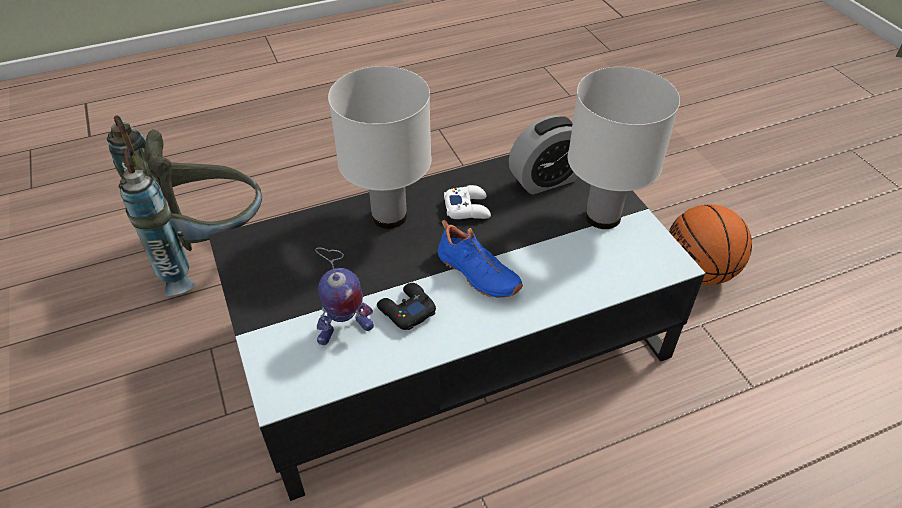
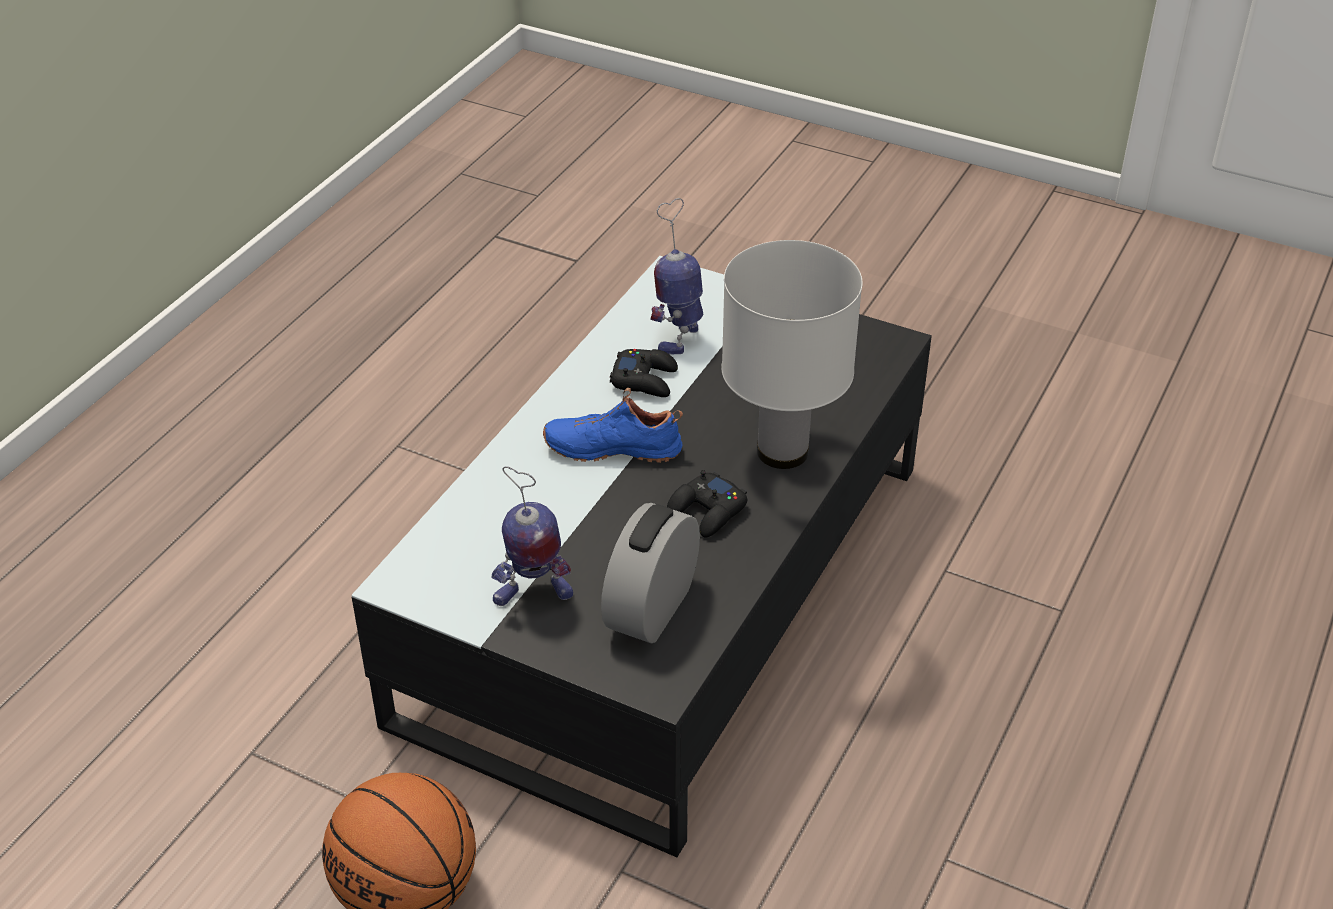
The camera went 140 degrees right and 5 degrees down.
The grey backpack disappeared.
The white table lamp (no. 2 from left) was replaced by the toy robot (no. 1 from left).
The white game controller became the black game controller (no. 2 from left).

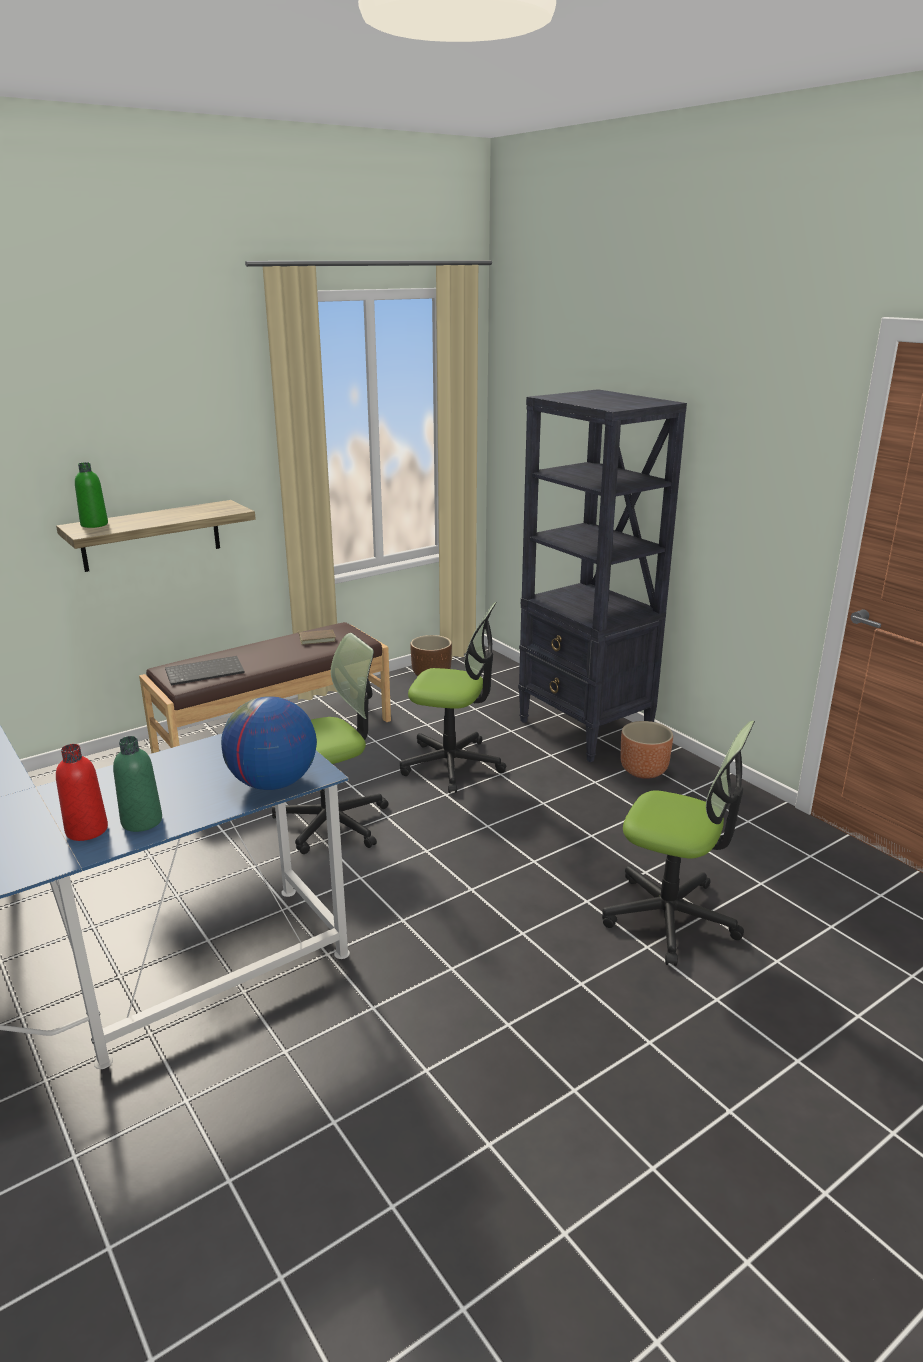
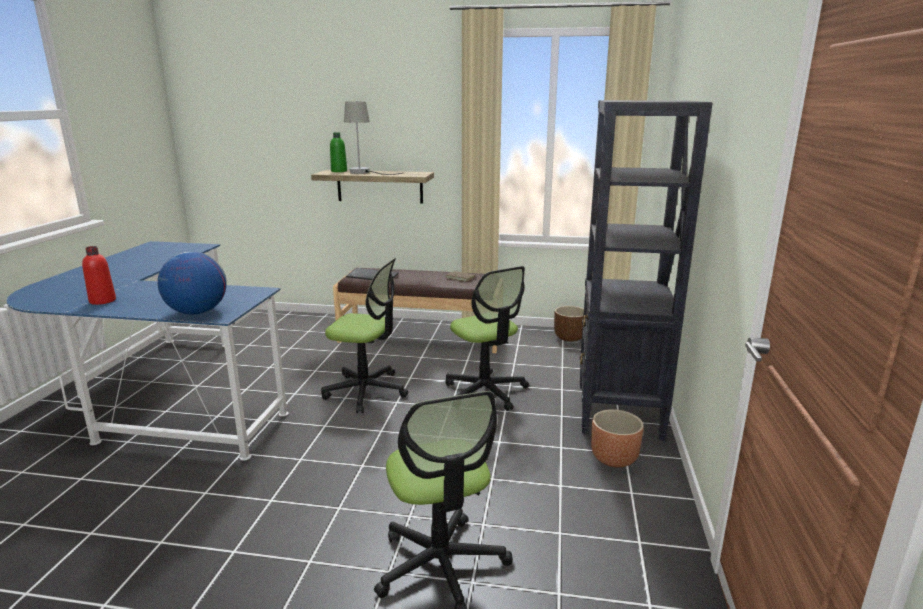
The camera went 45 degrees right and 5 degrees down.
The green bottle (no. 2 from left) disappeared.
The grey table lamp appeared.

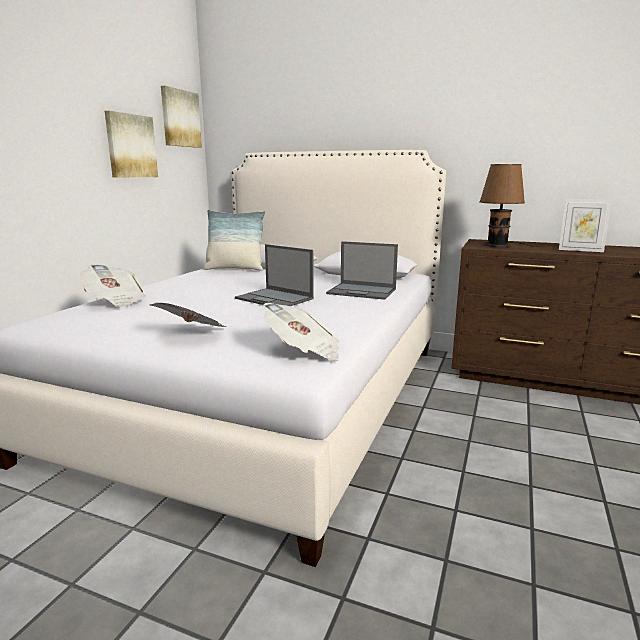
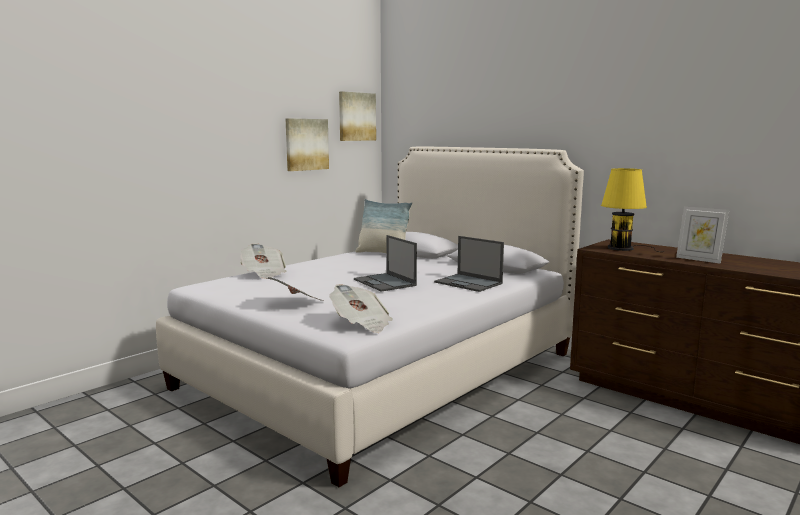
The camera went 20 degrees right and 5 degrees down.
The brown table lamp became the yellow table lamp.

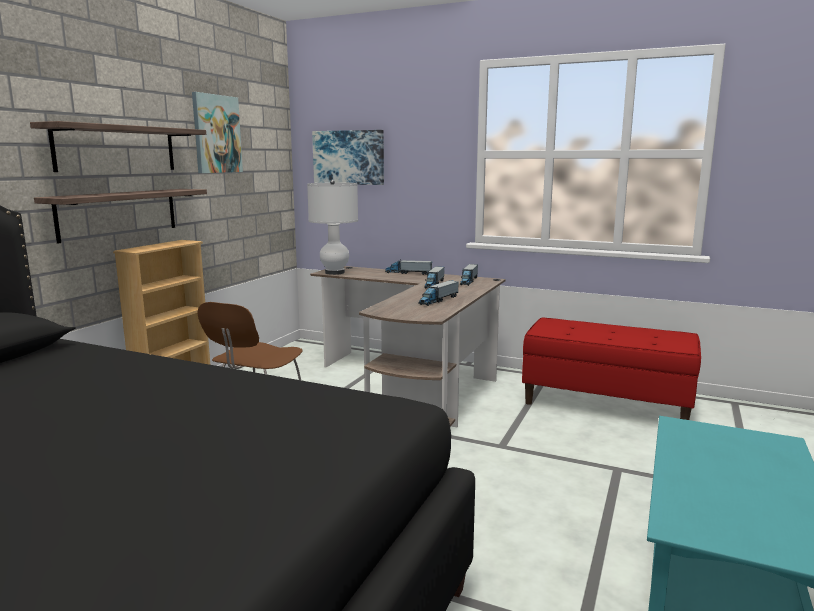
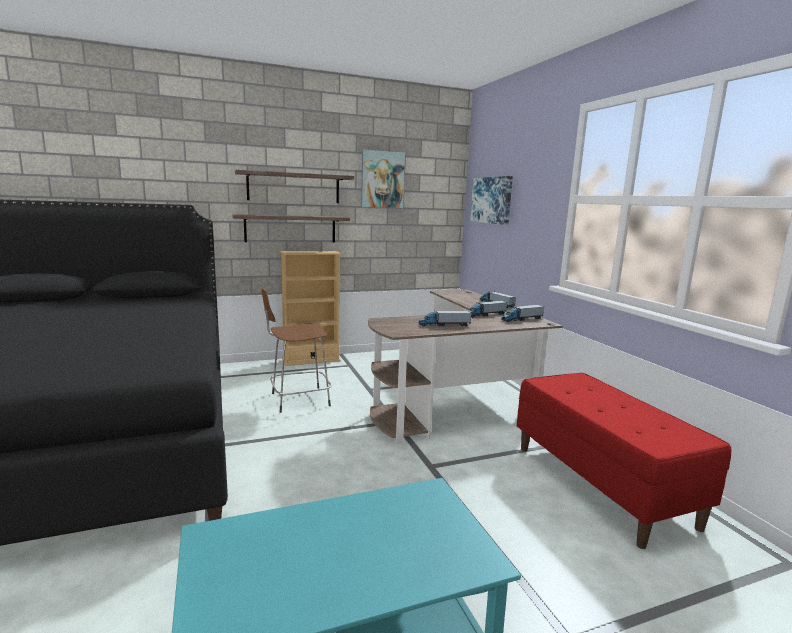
The camera went 45 degrees right and 0 degrees up.
The white table lamp disappeared.

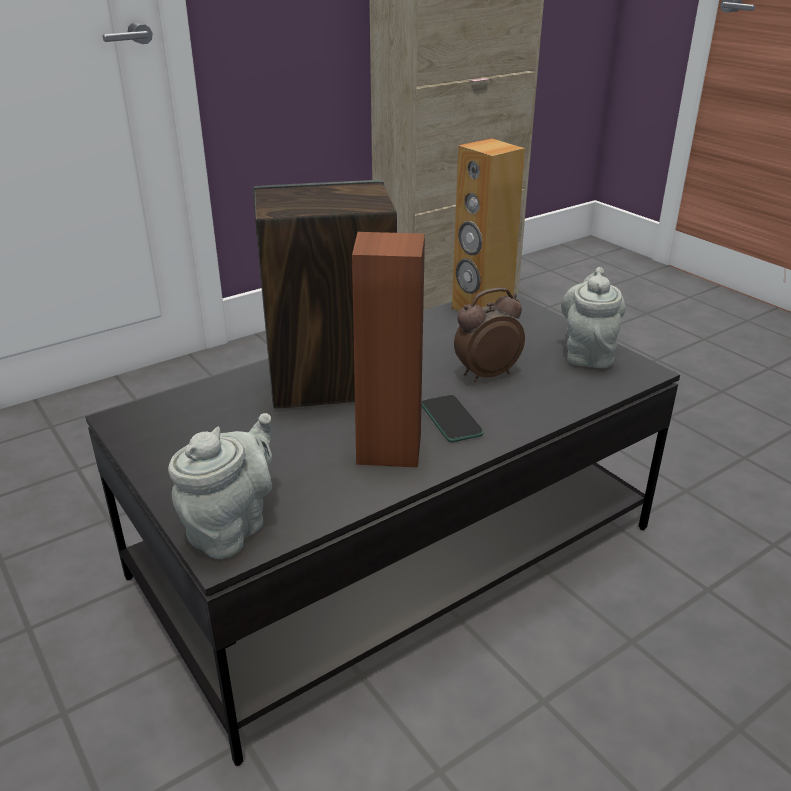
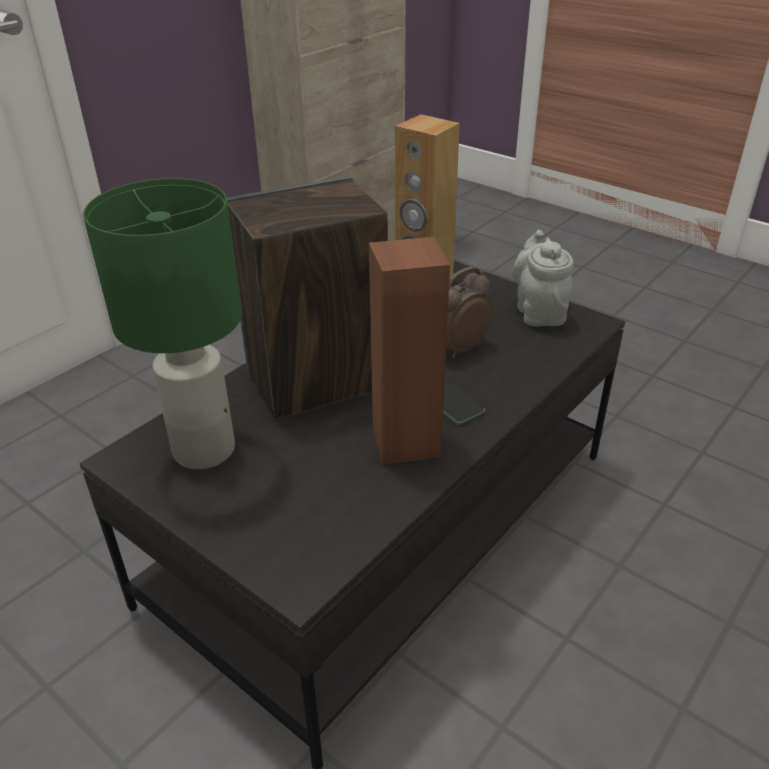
The camera went 15 degrees left and 5 degrees up.
The grey teapot (no. 1 from left) disappeared.
The green table lamp appeared.

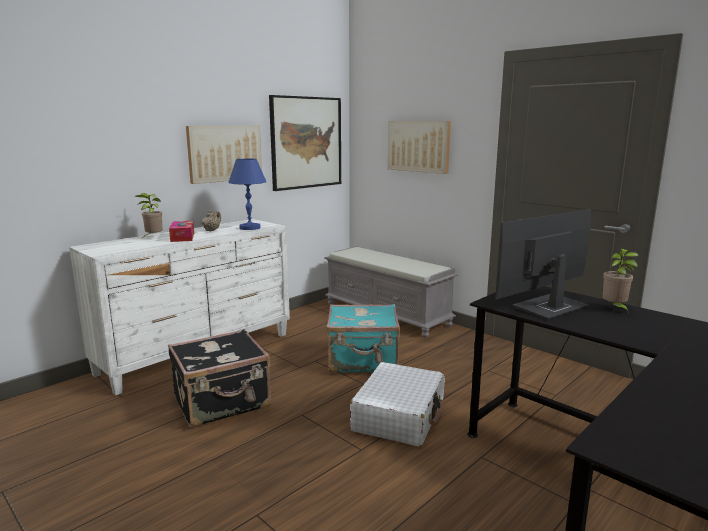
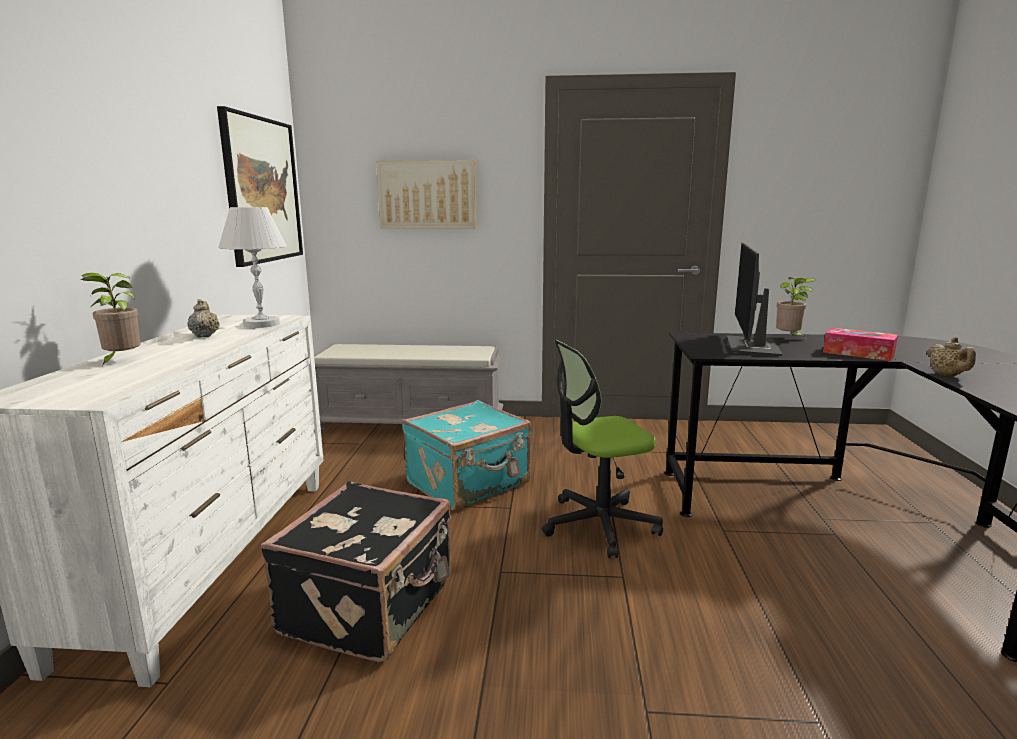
The camera went 40 degrees left and 0 degrees up.
The picture (no. 1 from left) disappeared.
The beige teapot (no. 2 from left) appeared.
The tissue box moved.
The white suitcase was replaced by the office chair.
The blue table lamp became the white table lamp.

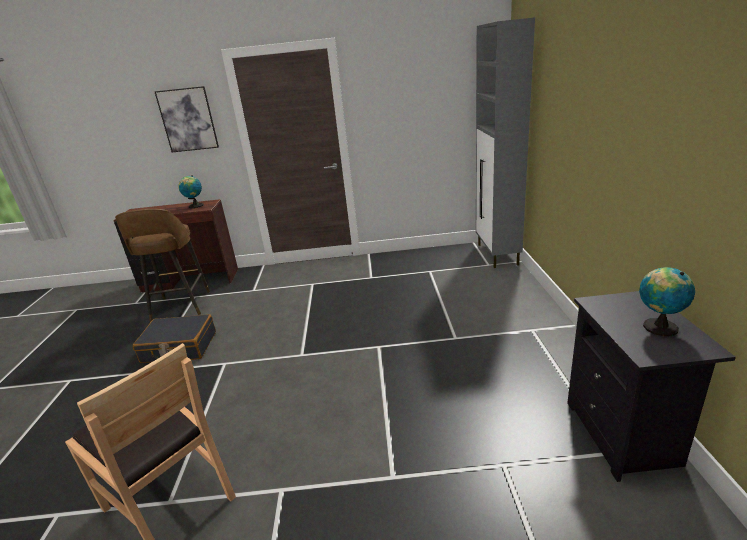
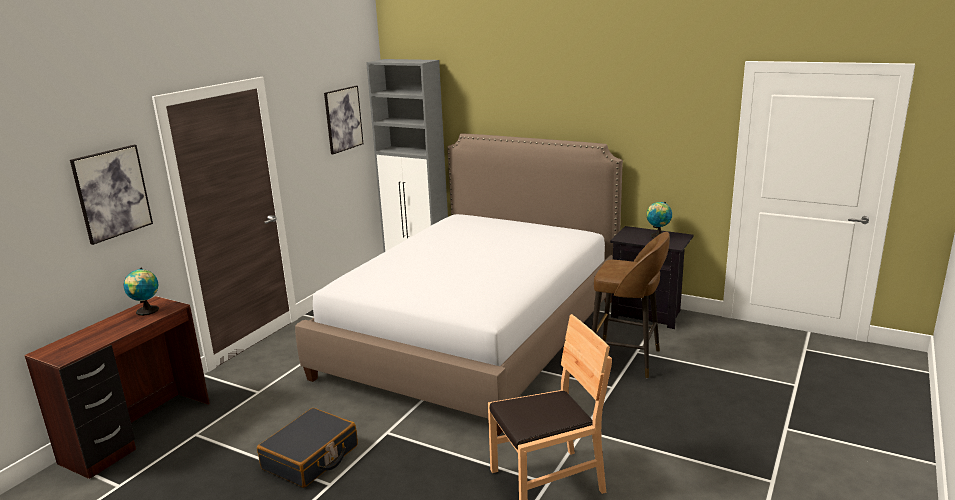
The camera went 60 degrees left and 5 degrees down.
The bed appeared.
The picture (no. 2 from left) appeared.
The brown stool moved.

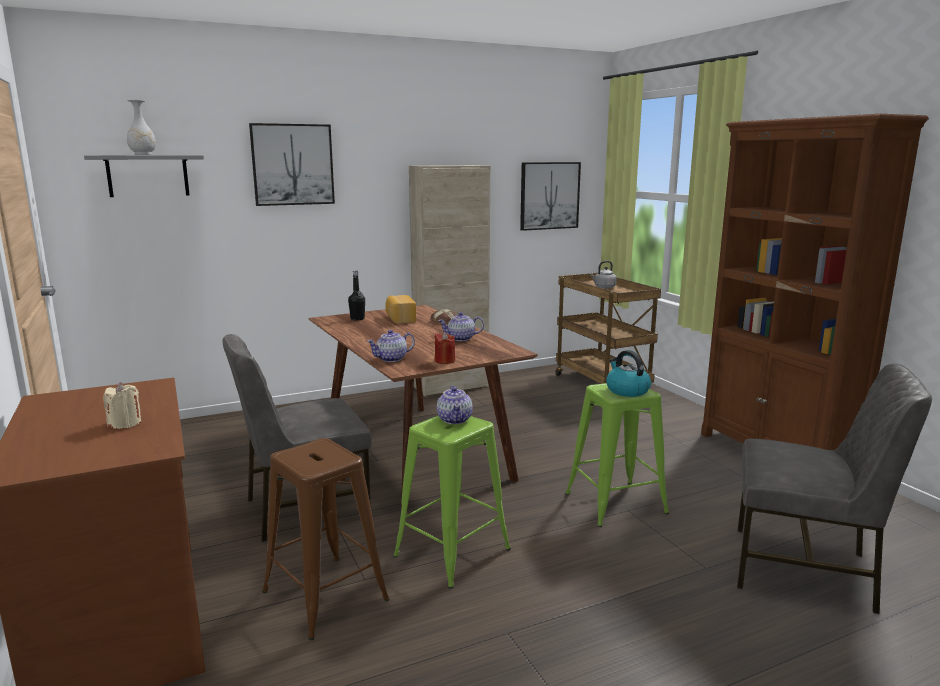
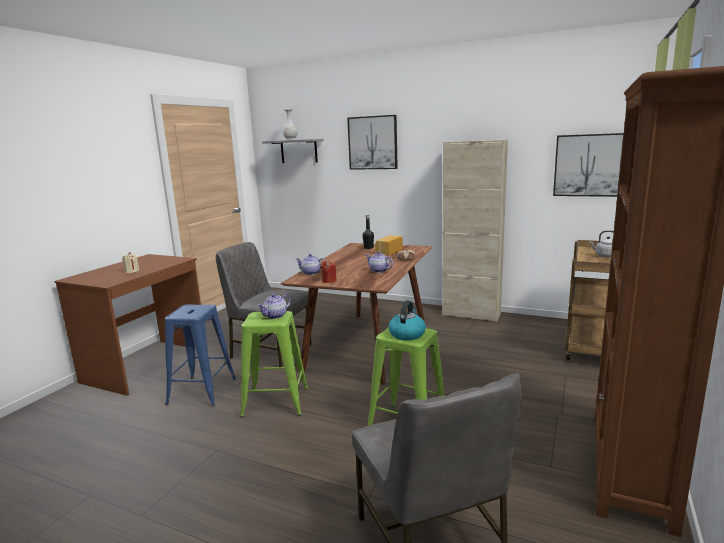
The camera went 50 degrees right and 0 degrees up.
The brown stool became the blue stool.

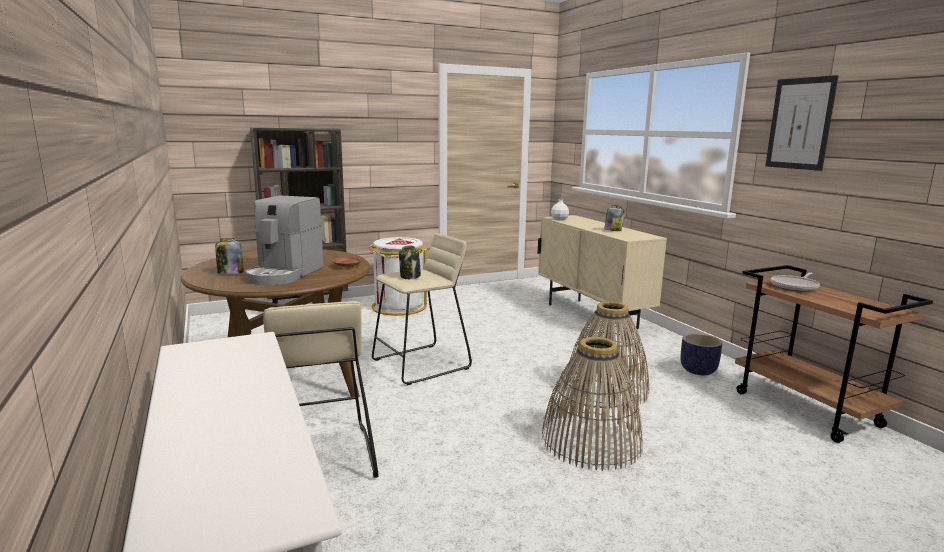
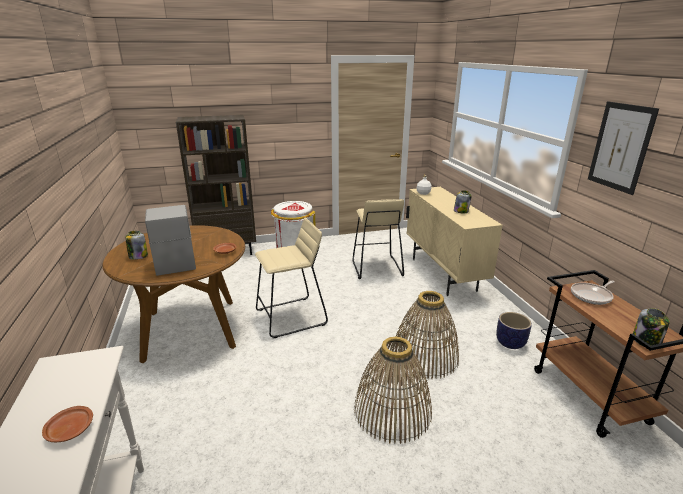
The camera went 10 degrees right and 10 degrees up.
The brown plate (no. 1 from left) appeared.
The beige stool (no. 1 from left in the first image) moved.
The jar (no. 2 from left in the first image) moved.
The coffee machine turned 135 degrees clockwise.

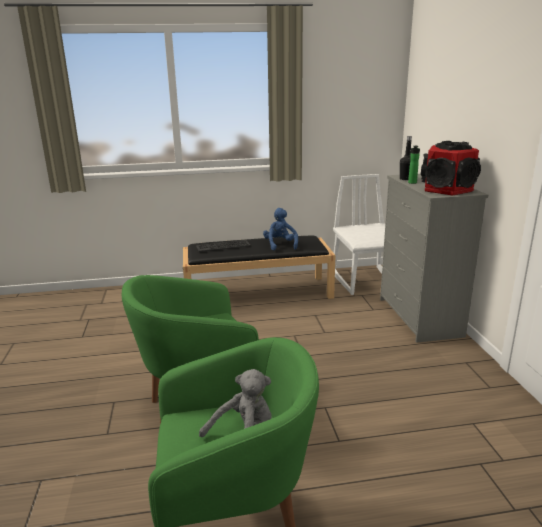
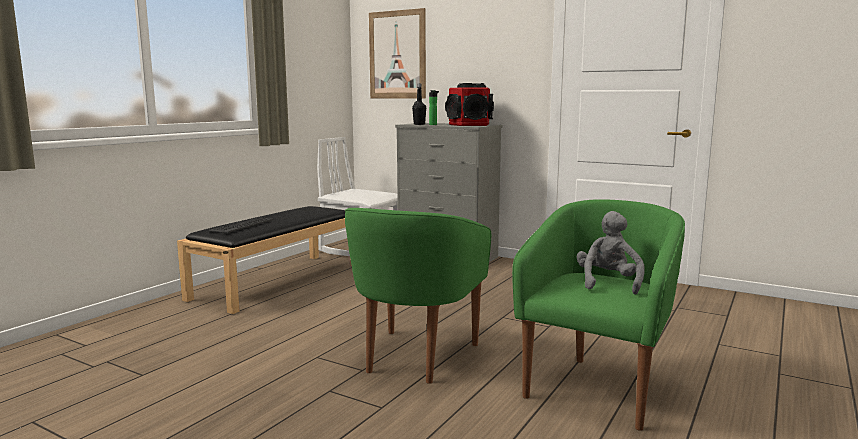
The camera went 50 degrees left and 10 degrees down.
The blue plush toy disappeared.
The picture appeared.

